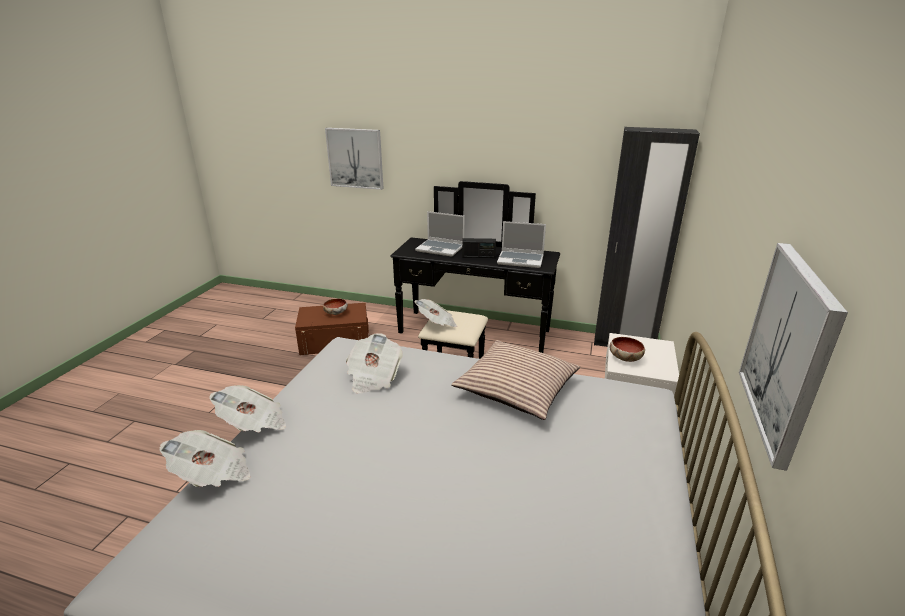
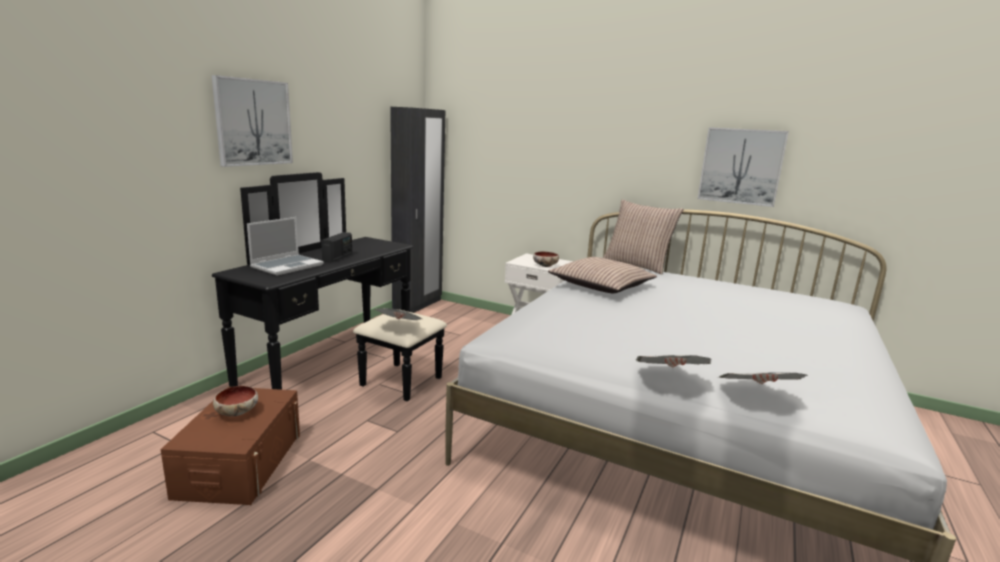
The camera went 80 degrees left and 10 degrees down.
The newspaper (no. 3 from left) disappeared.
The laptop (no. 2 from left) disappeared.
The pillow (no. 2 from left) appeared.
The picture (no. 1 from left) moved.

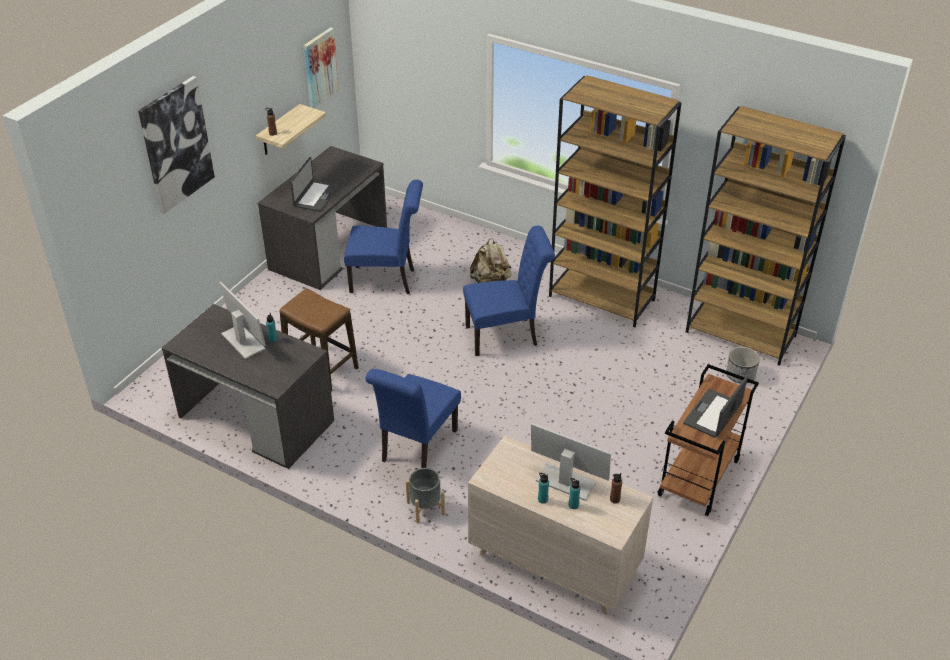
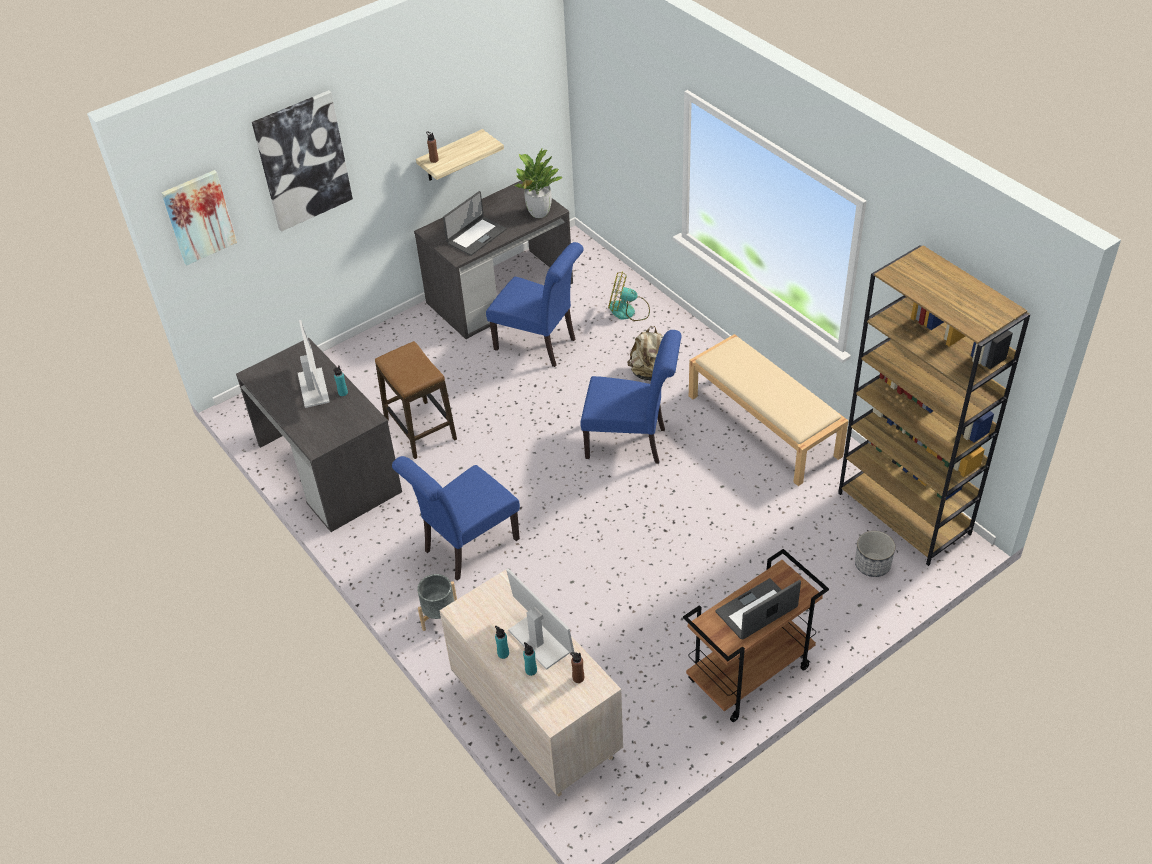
The camera went 25 degrees right and 5 degrees up.
The potted plant appeared.
The fan appeared.
The picture (no. 2 from left in the first image) moved.
The brown bookcase (no. 1 from left) was replaced by the beige bench.

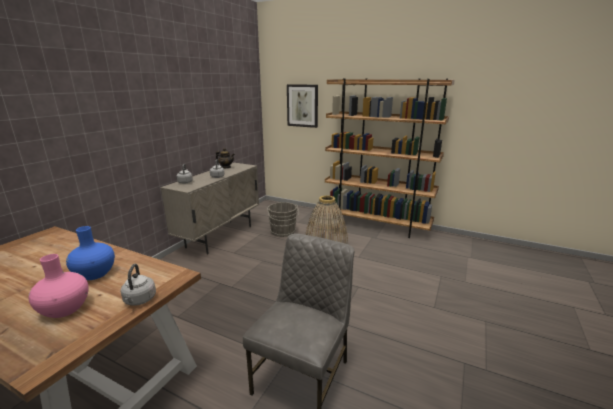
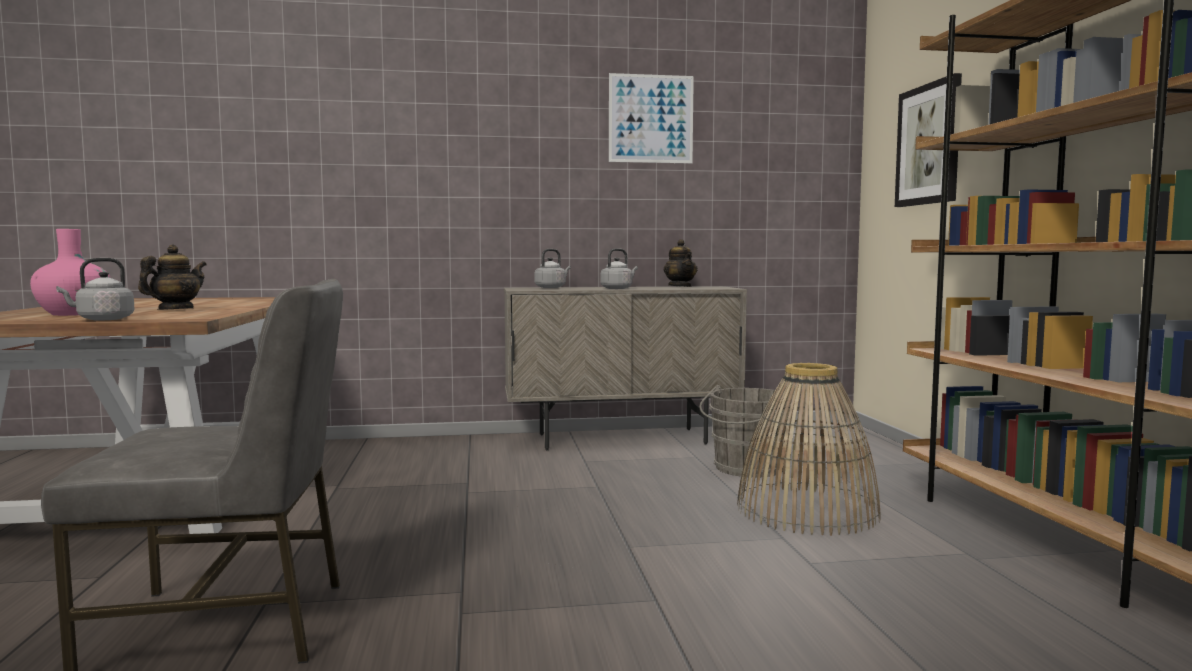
The camera went 55 degrees right and 15 degrees down.
The picture (no. 1 from left) appeared.
The blue vase was replaced by the teapot (no. 1 from left).

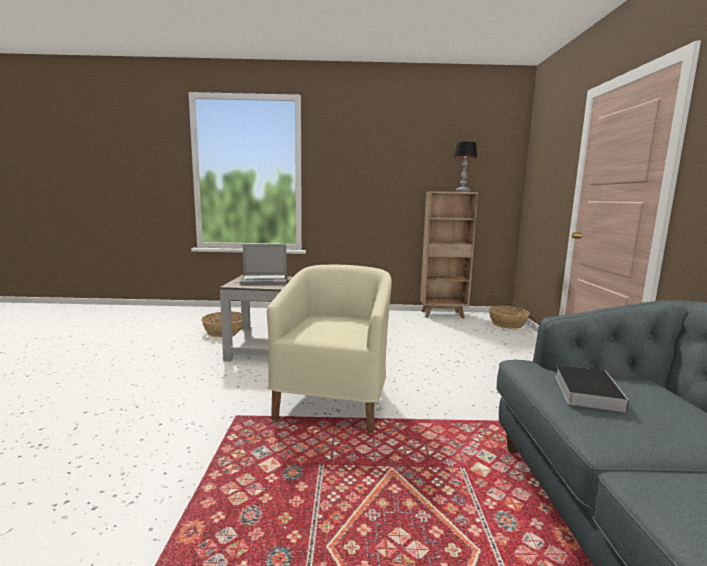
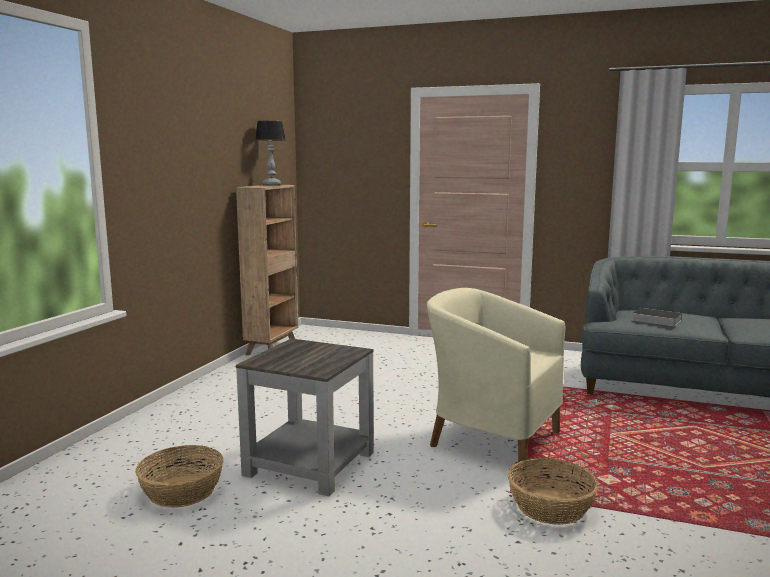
The camera went 70 degrees left and 0 degrees up.
The laptop disappeared.
The basket (no. 2 from left) moved.

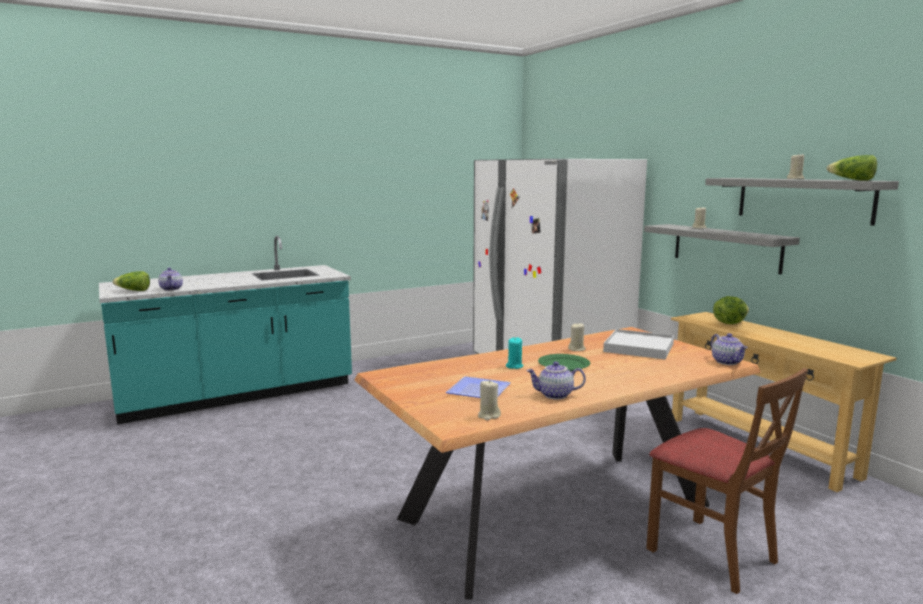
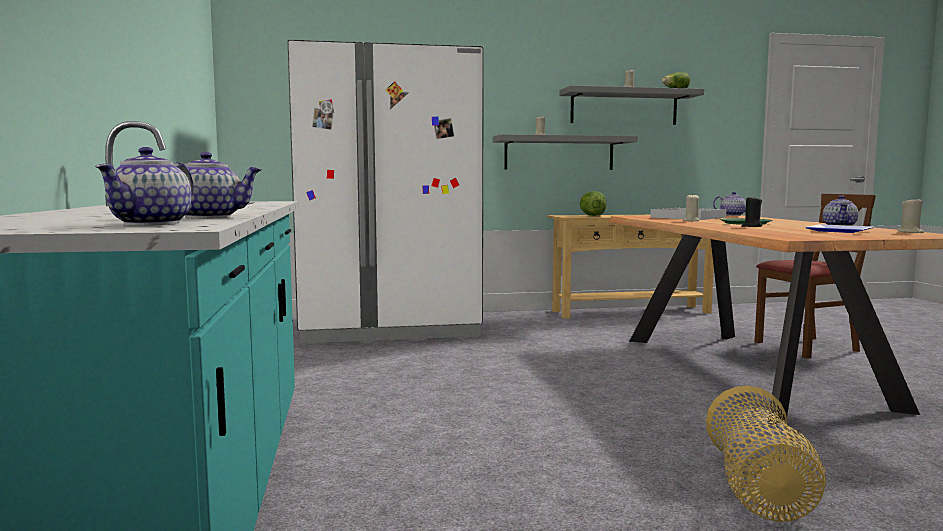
The camera went 70 degrees left and 5 degrees down.
The basket appeared.
The lettuce (no. 1 from left) was replaced by the teapot (no. 1 from left).
The turquoise candle became the black candle.

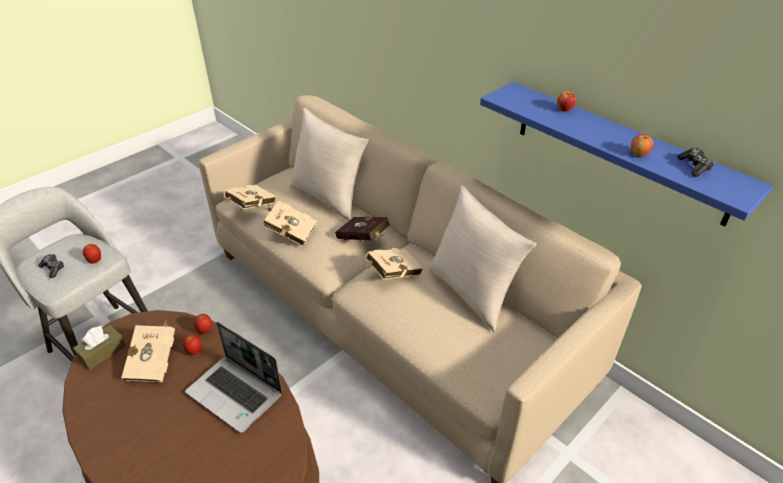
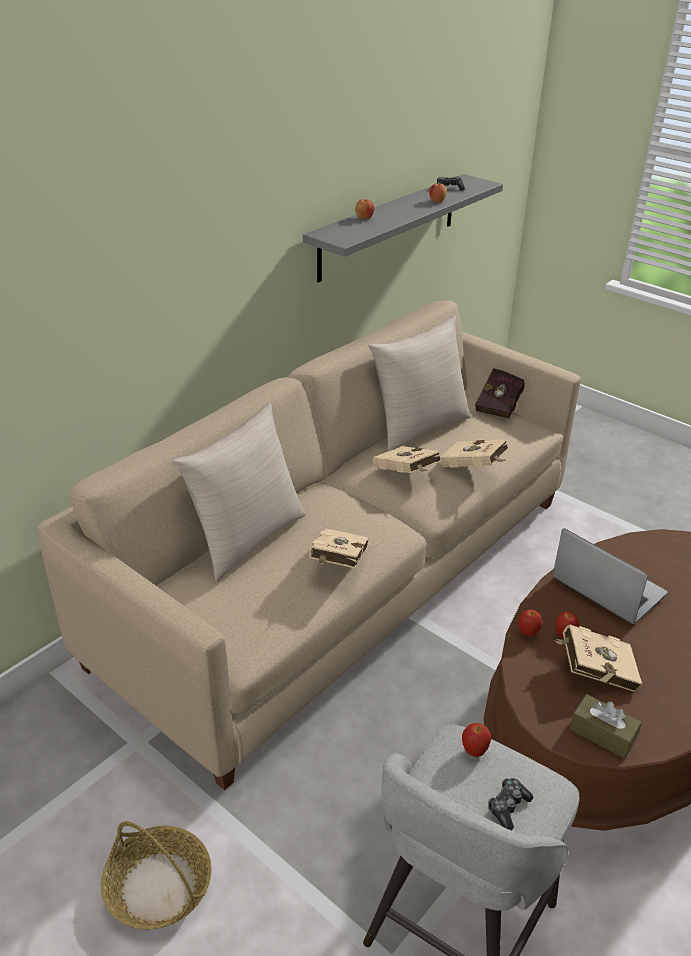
The camera went 95 degrees left and 5 degrees down.
The basket appeared.
The beige book (no. 2 from left in the first image) moved.
The red book moved.
The blue shelf became the grey shelf.
The laptop turned 75 degrees counterclockwise.

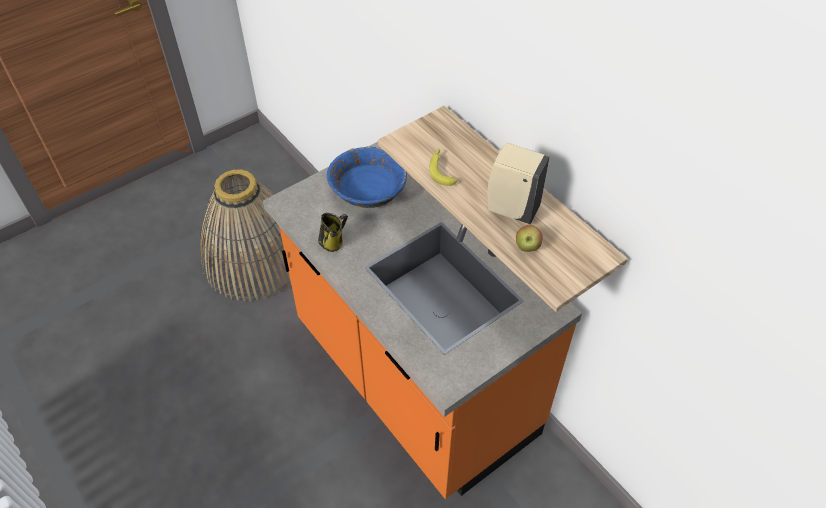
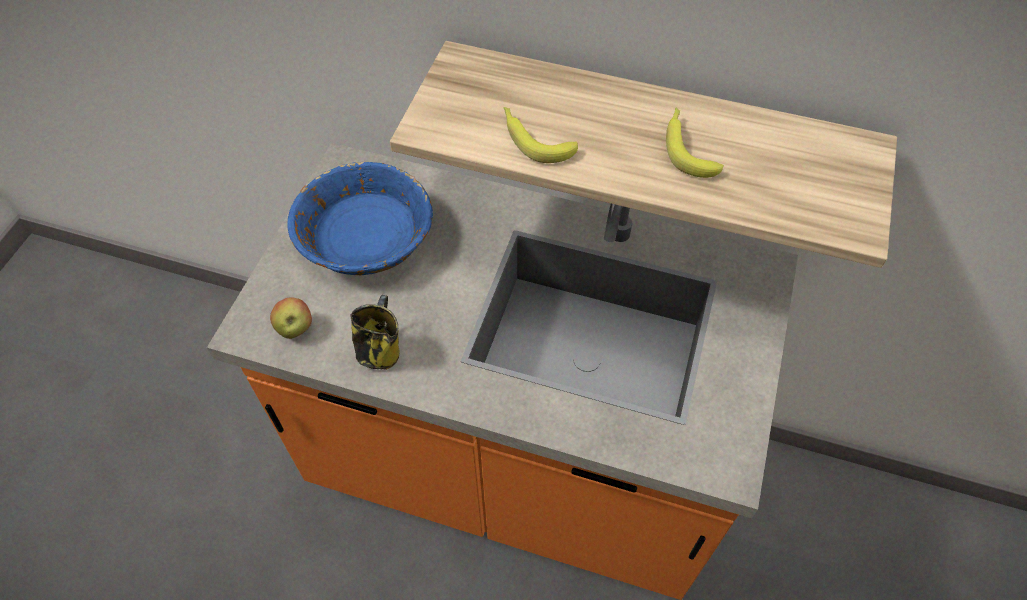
The camera went 35 degrees left and 5 degrees up.
The basket disappeared.
The apple moved.
The beige soap dispenser was replaced by the banana (no. 2 from left).

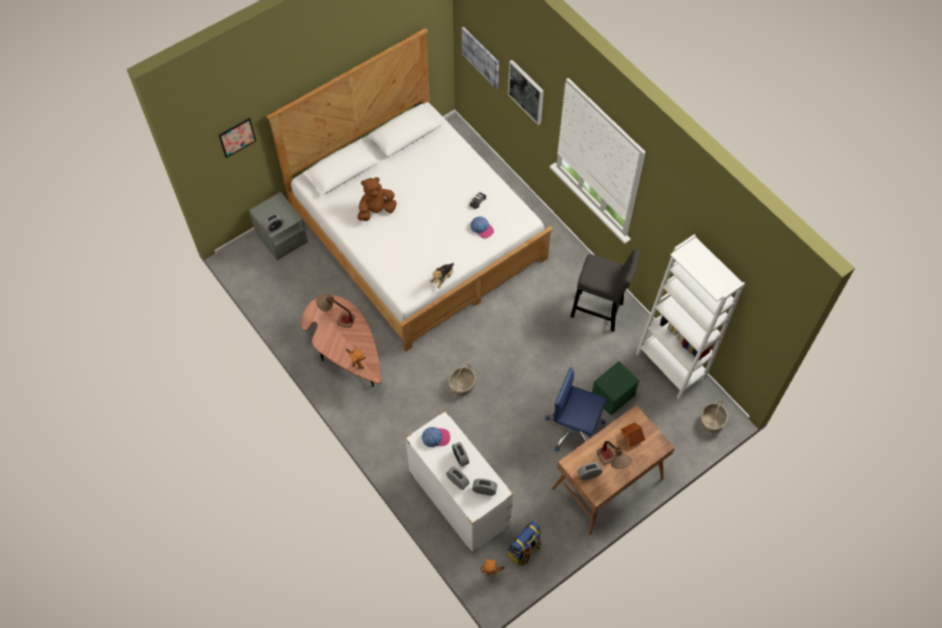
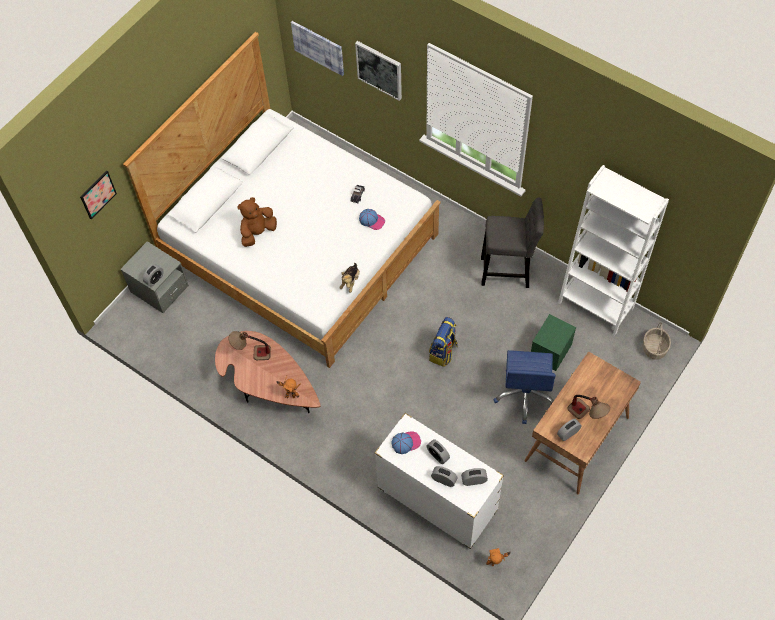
The camera went 15 degrees left and 0 degrees up.
The basket (no. 1 from left) disappeared.
The toy house disappeared.
The backpack moved.
The blue office chair turned 90 degrees counterclockwise.

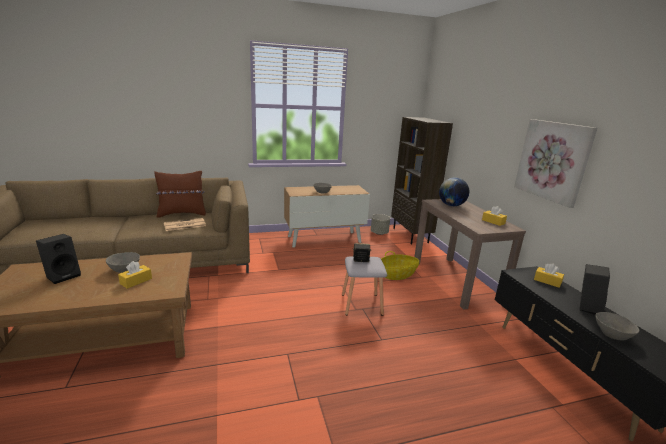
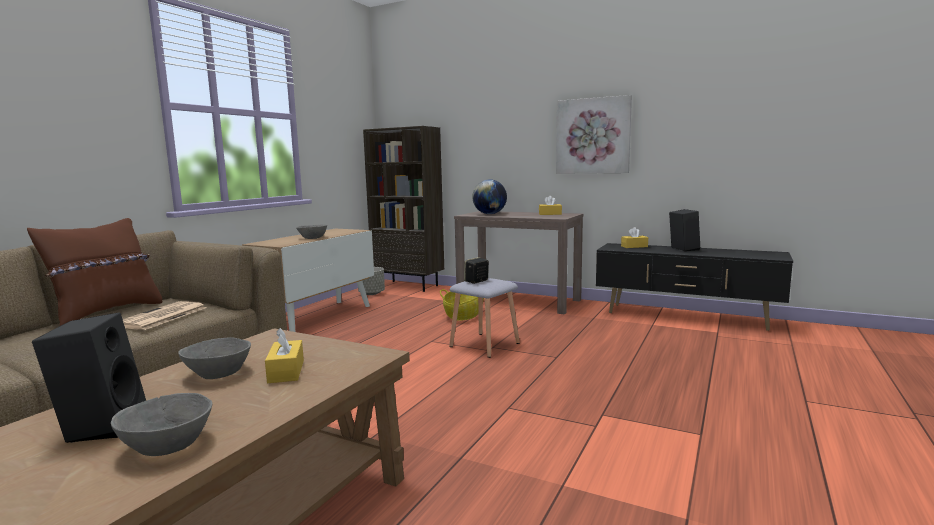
The camera went 45 degrees left and 10 degrees down.
The grey bowl (no. 3 from left in the first image) moved.

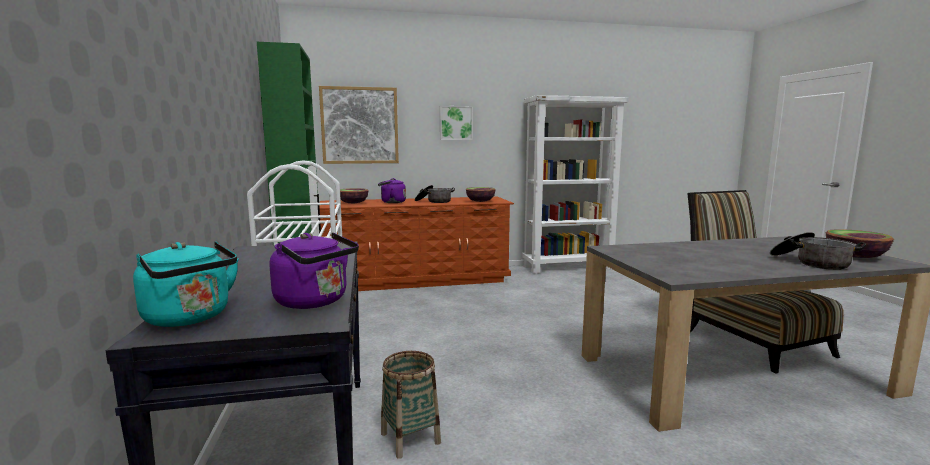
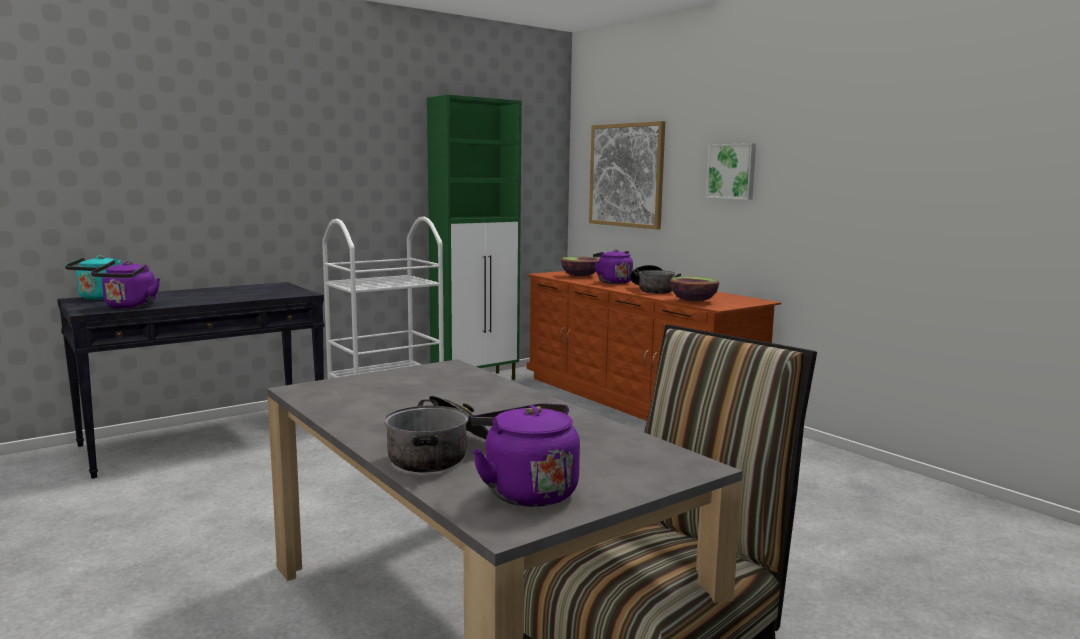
The camera went 65 degrees right and 0 degrees up.
The basket disappeared.
The white bookcase disappeared.
The bowl (no. 3 from left) was replaced by the purple kettle (no. 2 from left).

